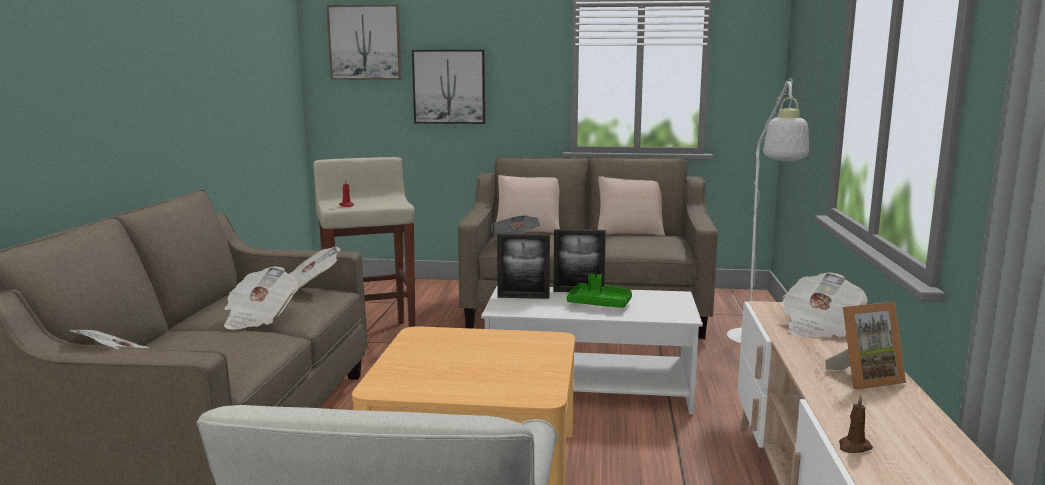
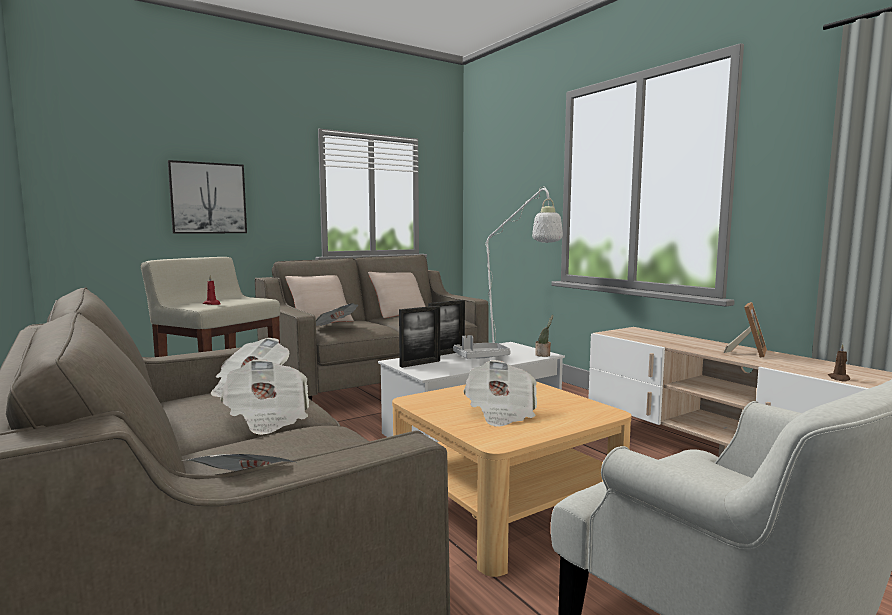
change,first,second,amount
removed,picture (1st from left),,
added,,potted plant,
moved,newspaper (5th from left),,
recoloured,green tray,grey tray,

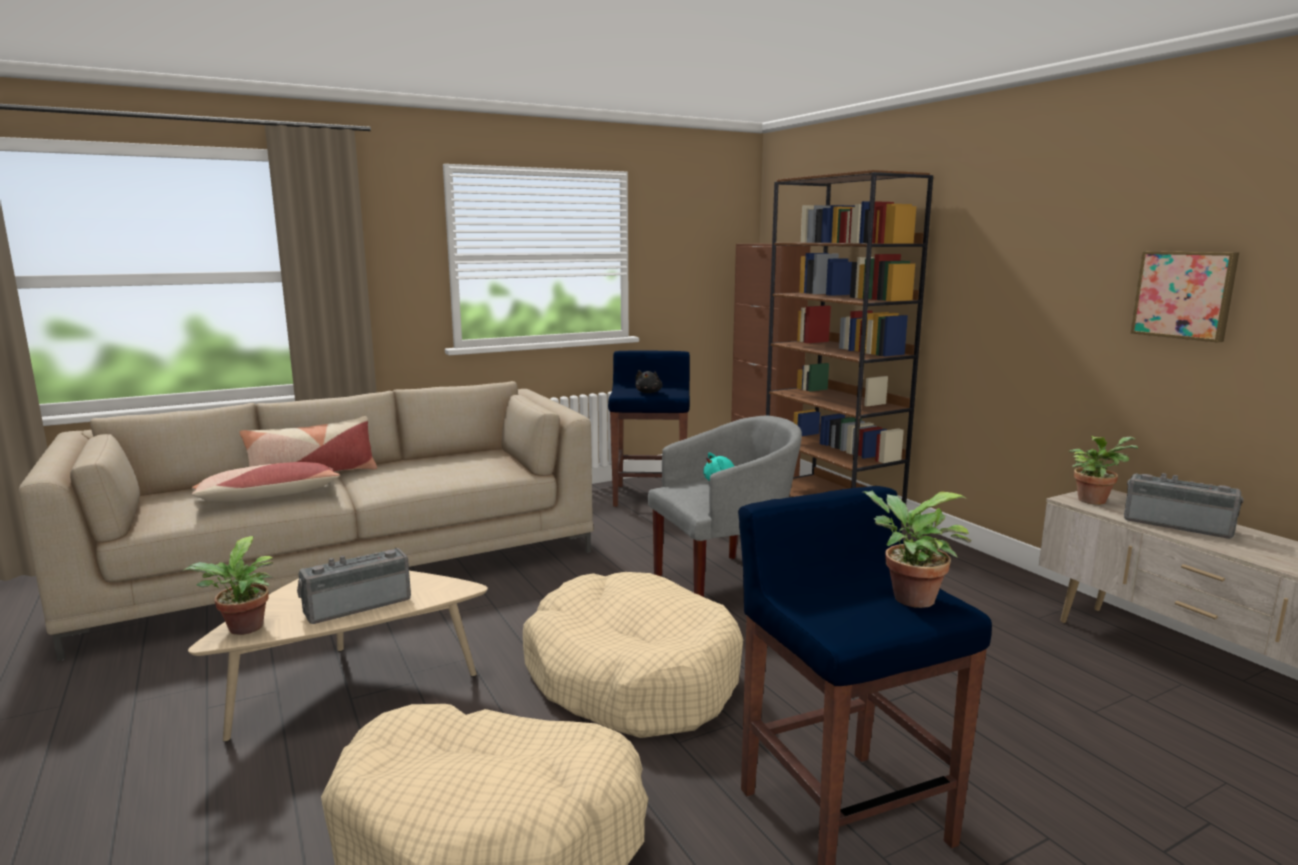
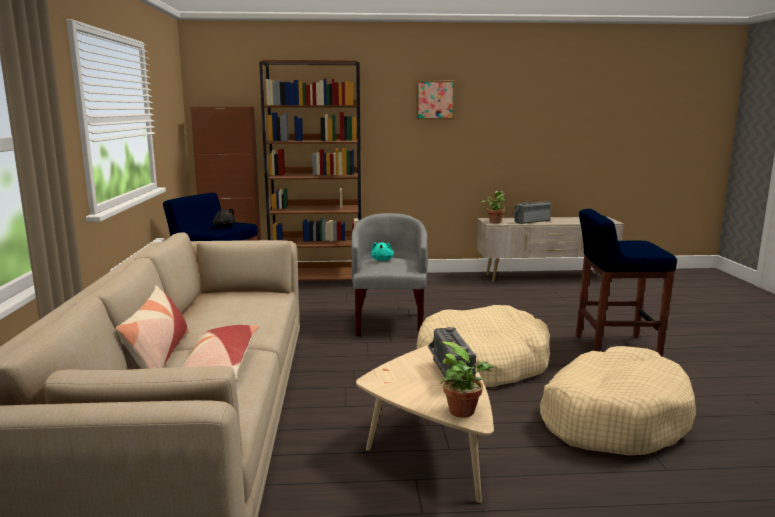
change,first,second,amount
removed,potted plant (2nd from left),,
moved,picture,,

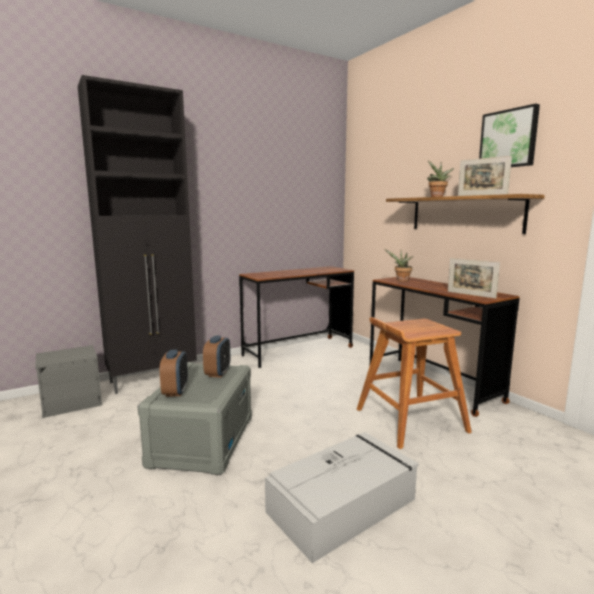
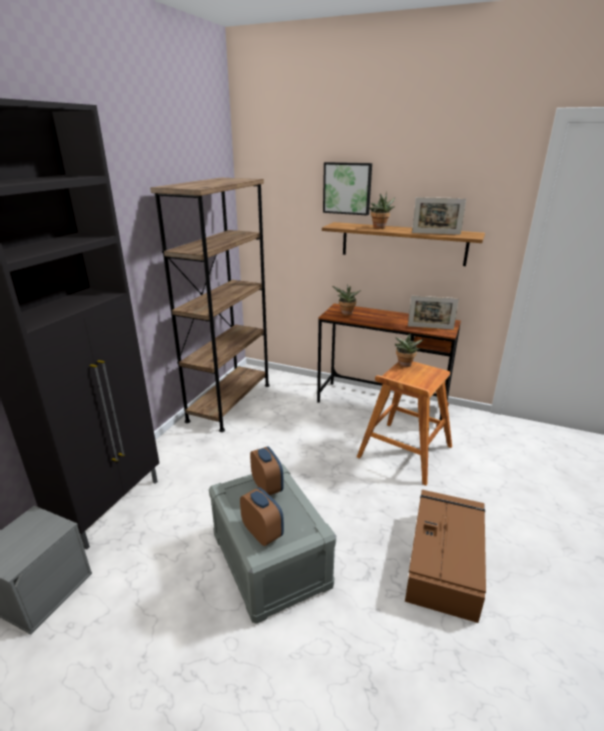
change,first,second,amount
added,,potted plant (3rd from left),
moved,picture,,
replaced,brown desk (1st from left),brown bookcase,
recoloured,grey storage box (3rd from left),brown storage box,

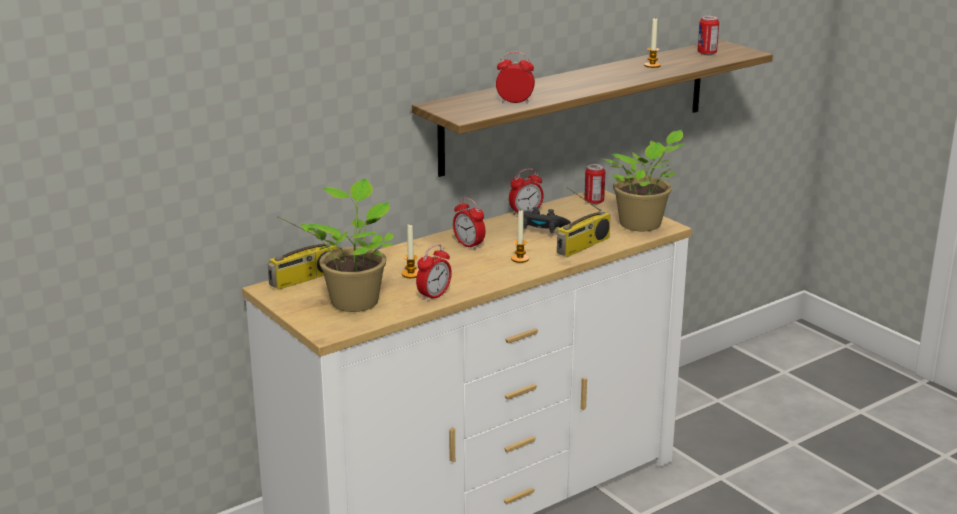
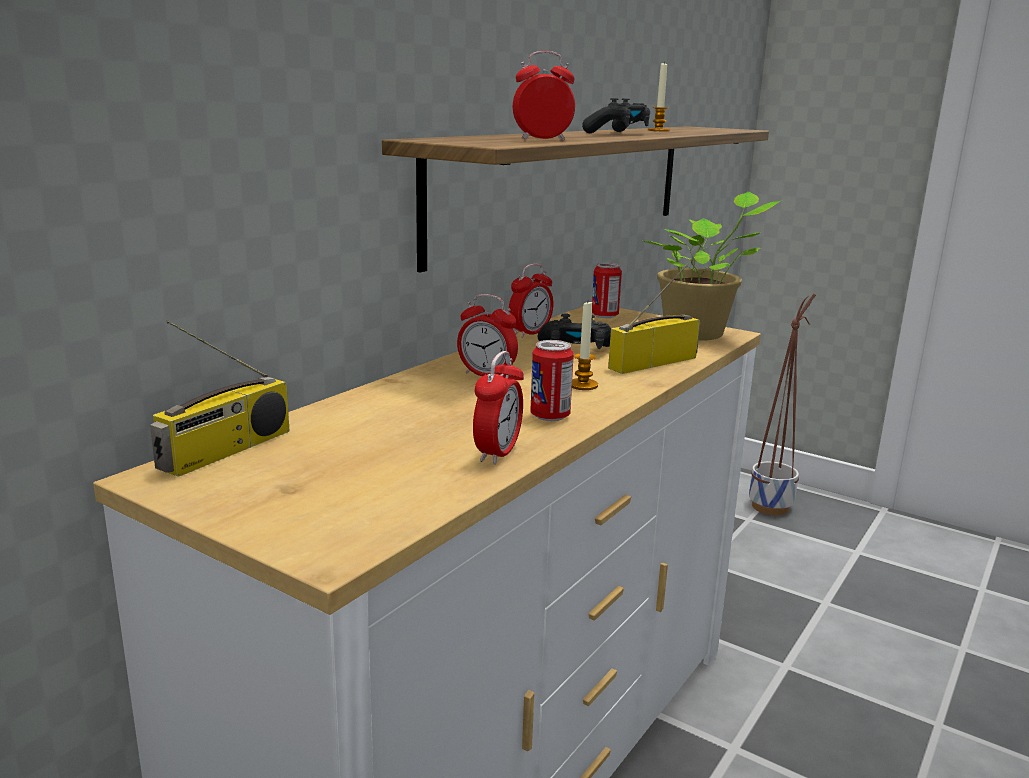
change,first,second,amount
removed,potted plant (1st from left),,
removed,candle (1st from left),,
added,,black game controller (2nd from left),
added,,planter,
moved,can (2nd from left in the first image),can (1st from left),
turned,radio (2nd from left),,150 degrees counterclockwise

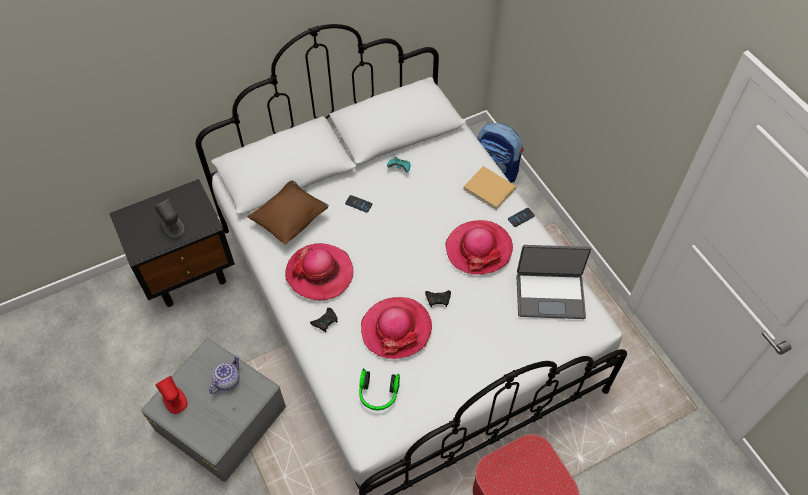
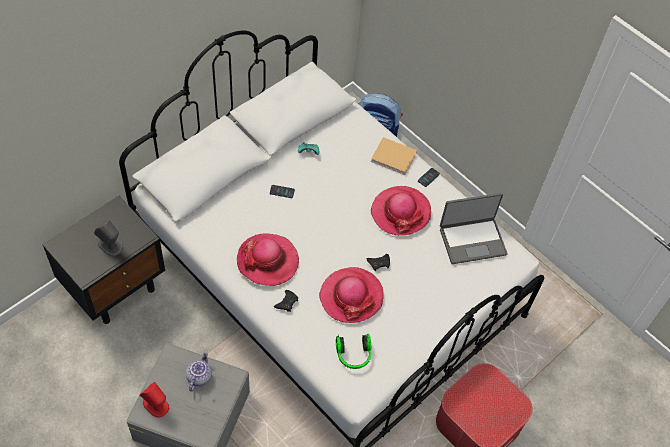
change,first,second,amount
removed,brown pillow,,

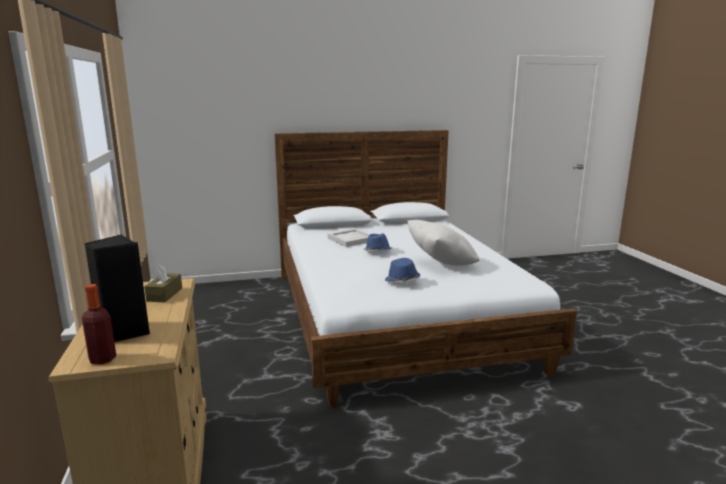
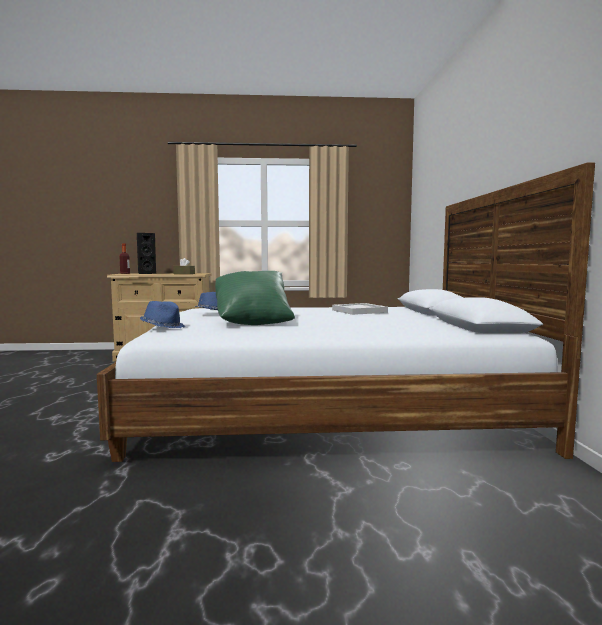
change,first,second,amount
moved,blue hat (1st from left),,
recoloured,white pillow,green pillow,

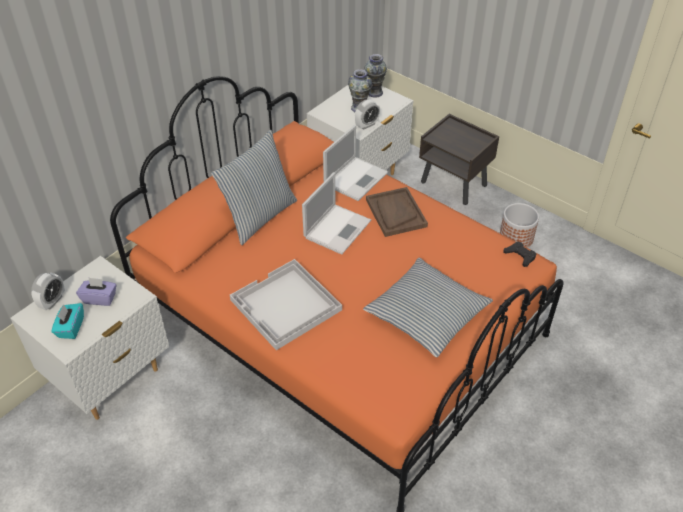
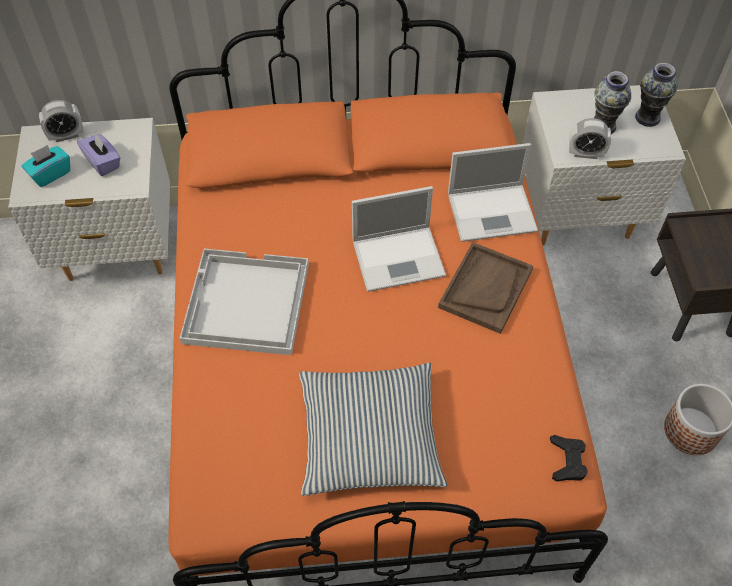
change,first,second,amount
removed,pillow (1st from left),,

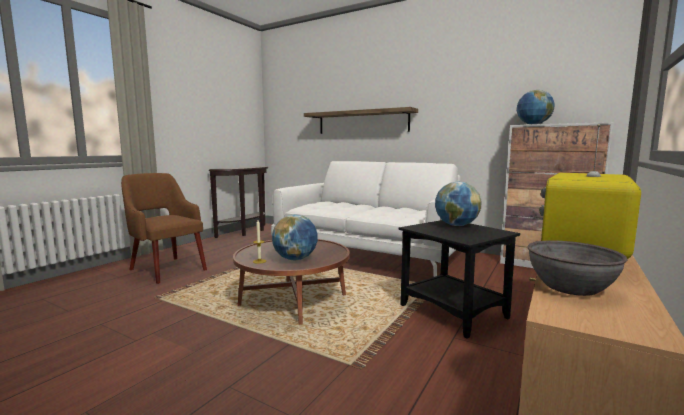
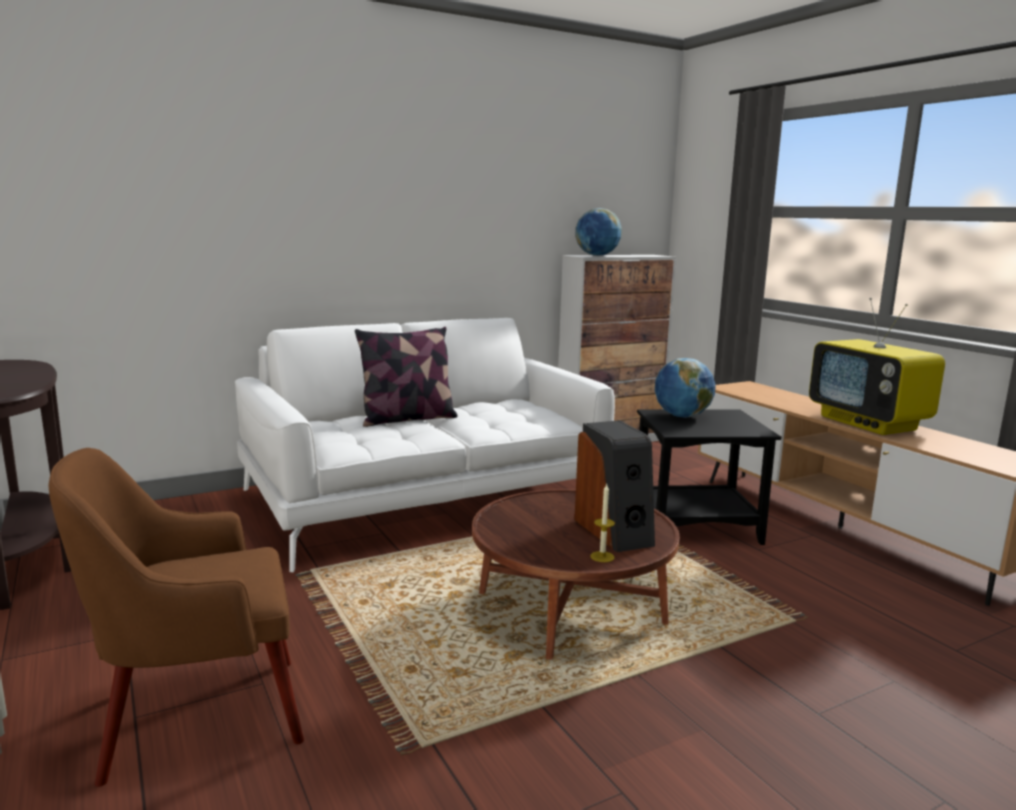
change,first,second,amount
removed,shelf,,
removed,grey bowl,,
added,,pillow,
replaced,globe (1st from left),speaker,

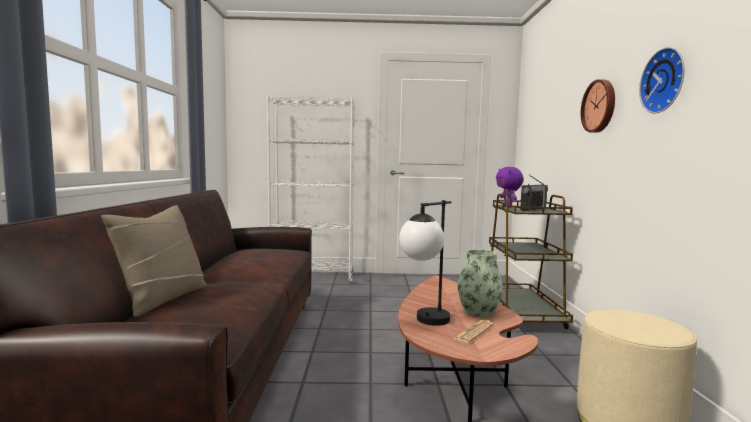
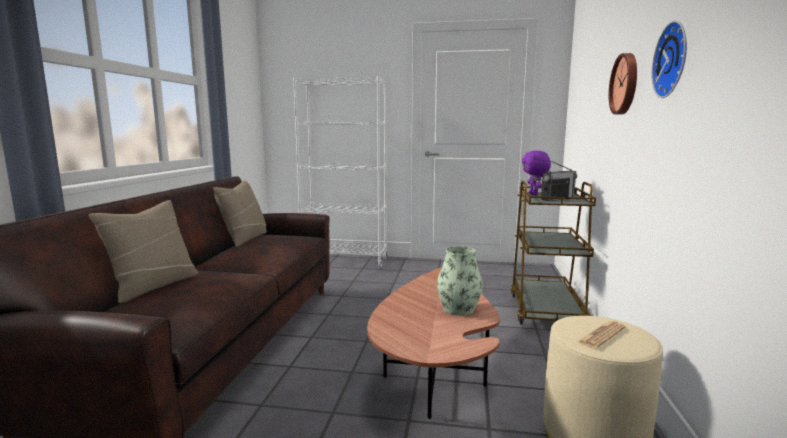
change,first,second,amount
removed,table lamp,,
added,,beige pillow (2nd from left),
moved,newspaper,,

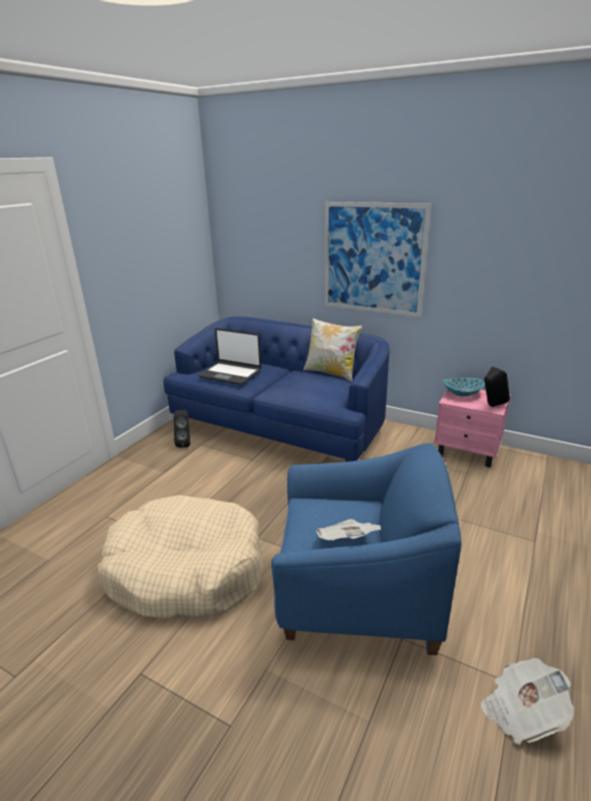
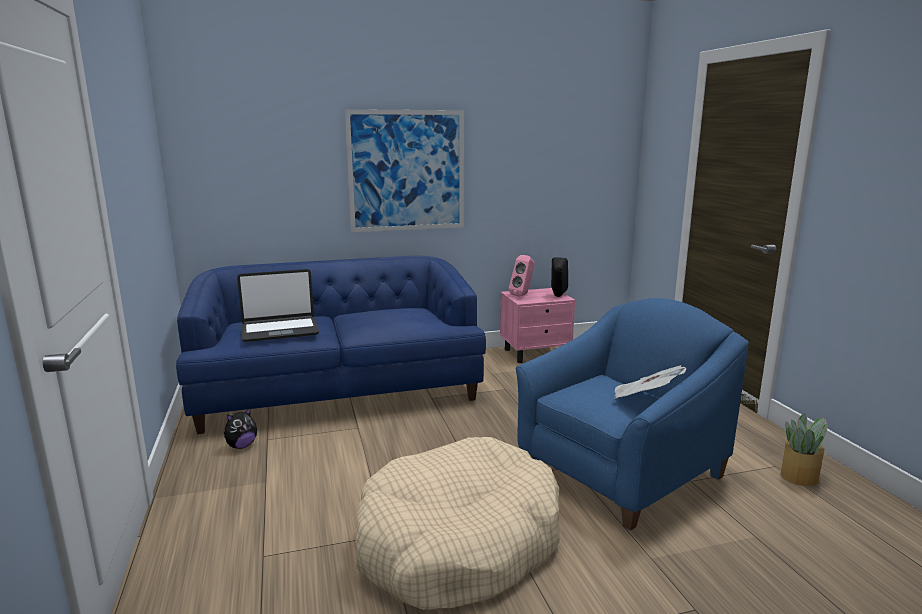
change,first,second,amount
removed,pillow,,
replaced,black speaker (1st from left),plush toy,
replaced,bowl,pink speaker,
replaced,newspaper (2nd from left),potted plant,

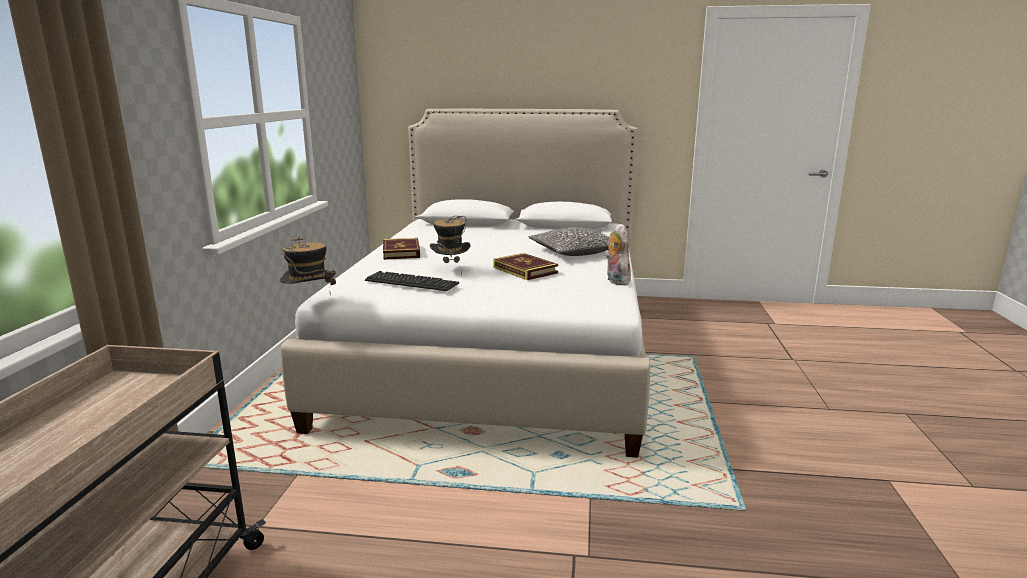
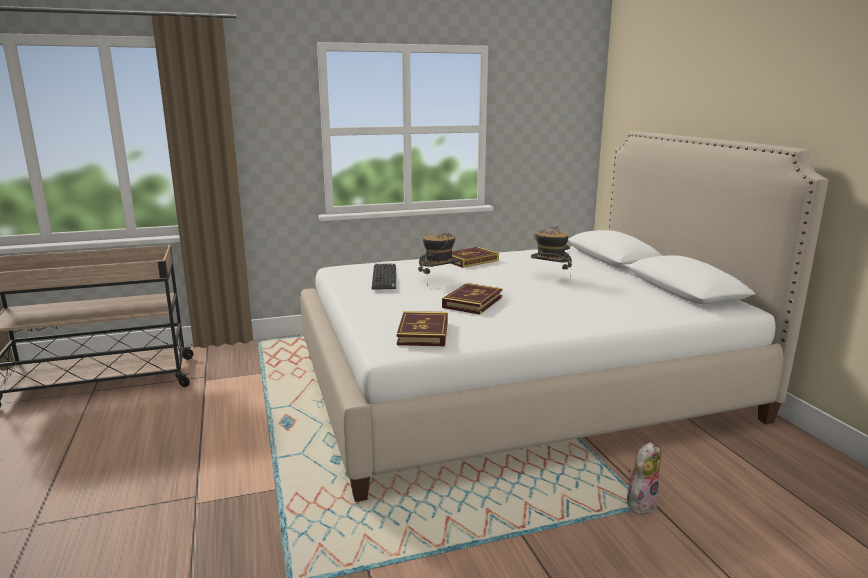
change,first,second,amount
removed,pillow,,
added,,book (1st from left),
moved,hat (1st from left in the first image),hat (2nd from left),
moved,plush toy,,

